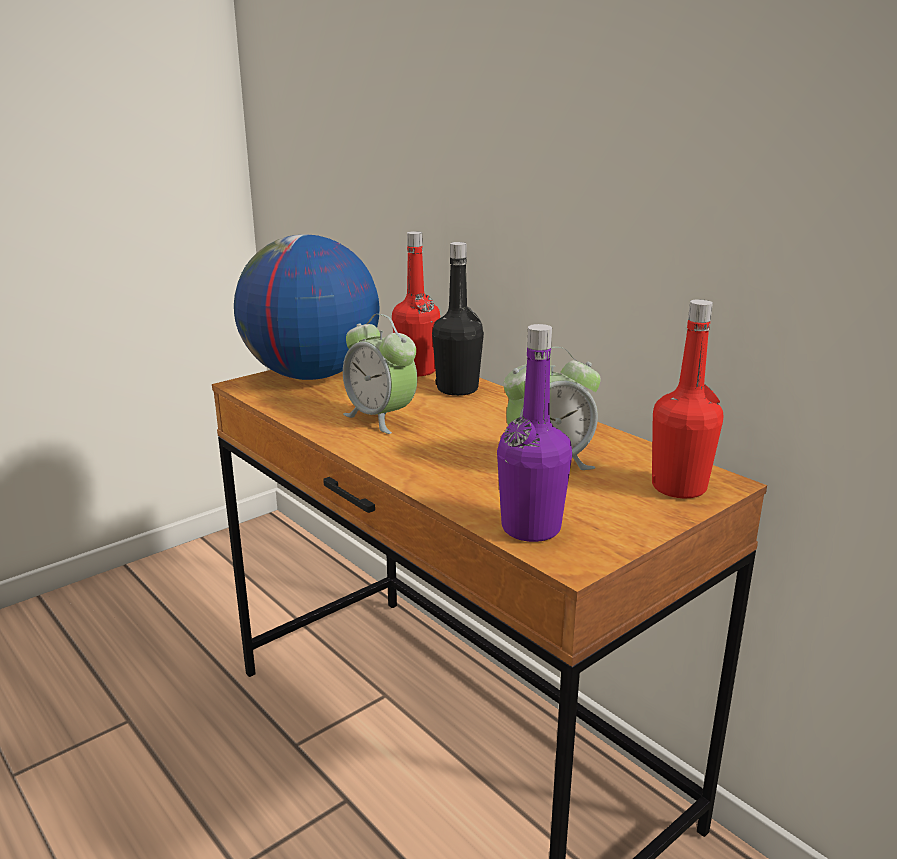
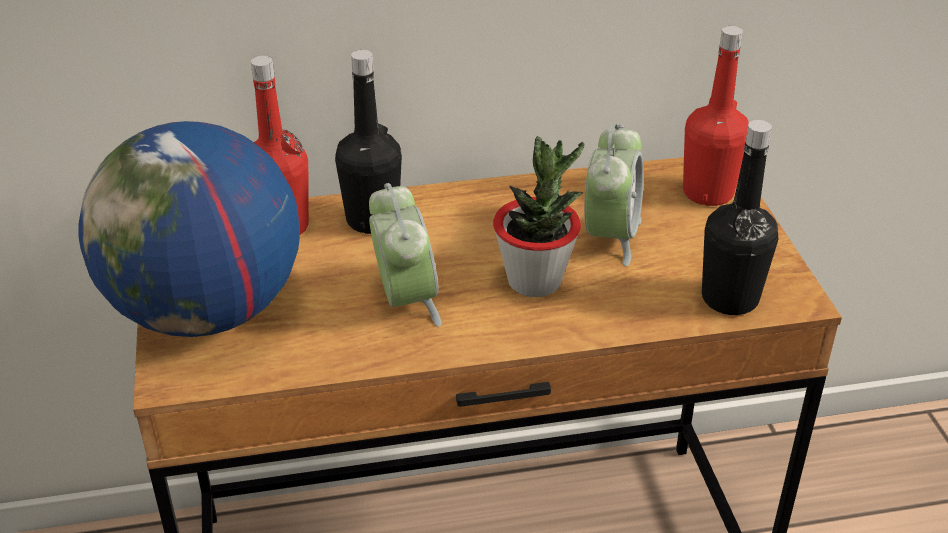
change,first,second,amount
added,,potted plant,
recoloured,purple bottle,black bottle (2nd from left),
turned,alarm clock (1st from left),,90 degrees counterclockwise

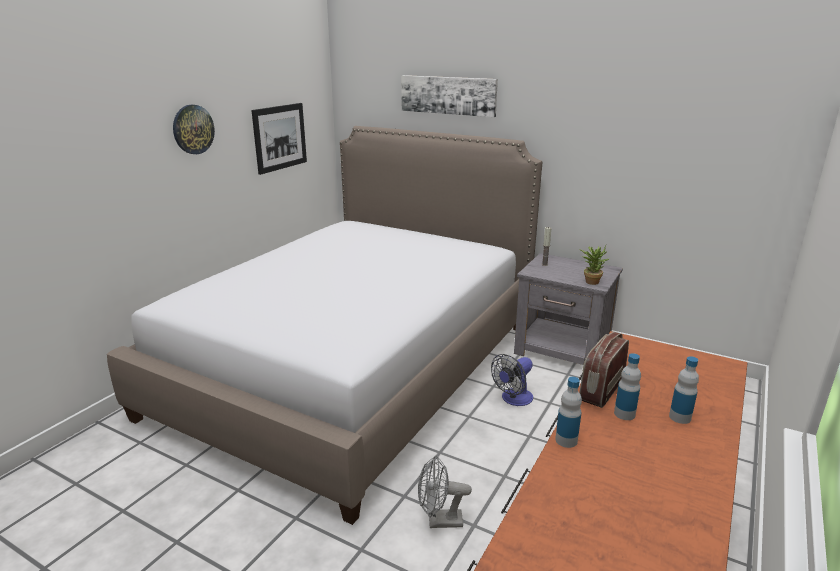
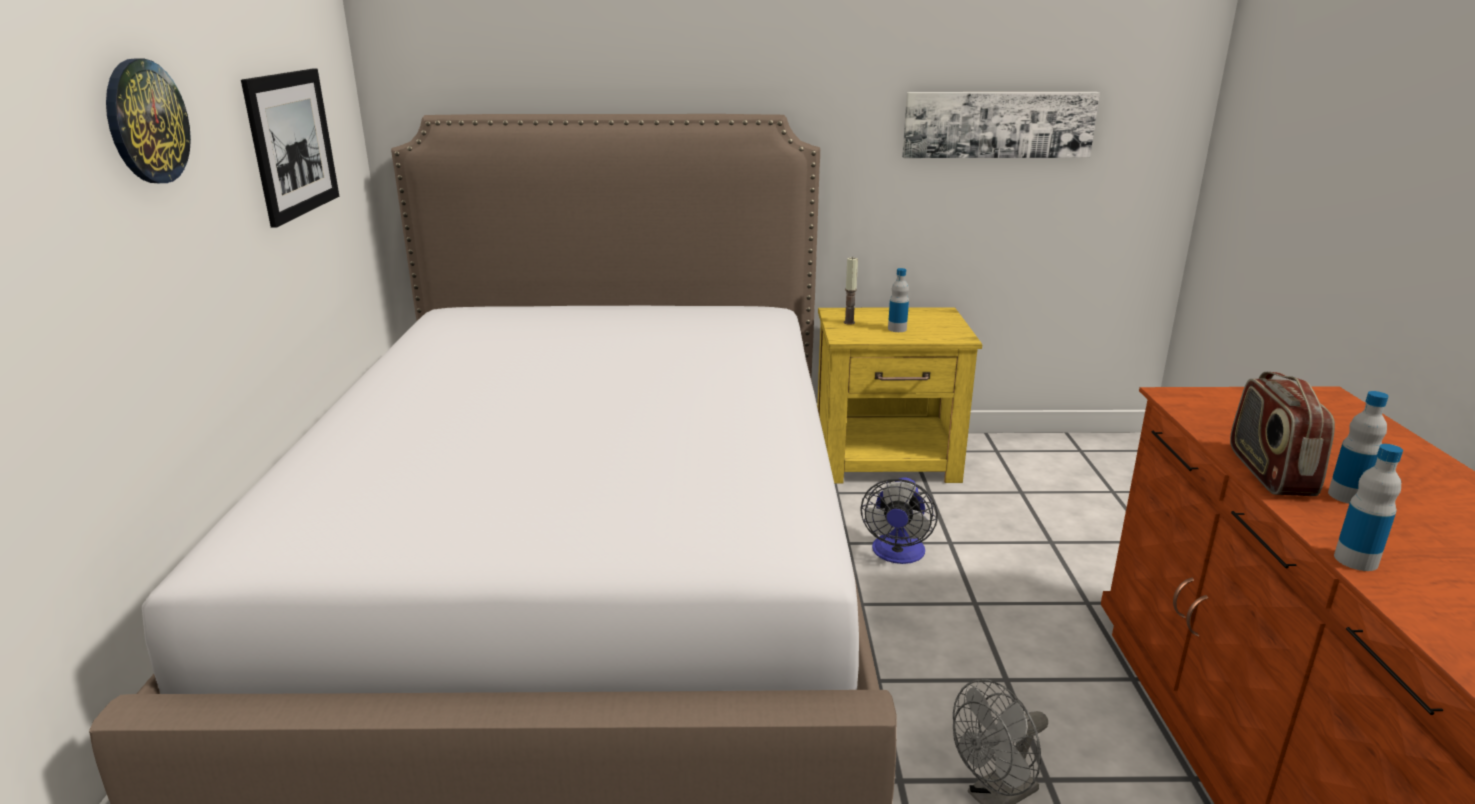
change,first,second,amount
removed,potted plant,,
moved,picture (2nd from left),,
moved,bottle (3rd from left in the first image),bottle (1st from left),
recoloured,grey nightstand,yellow nightstand,

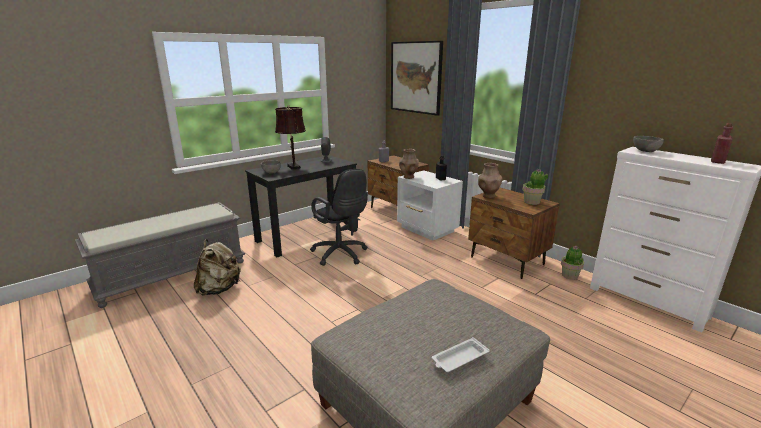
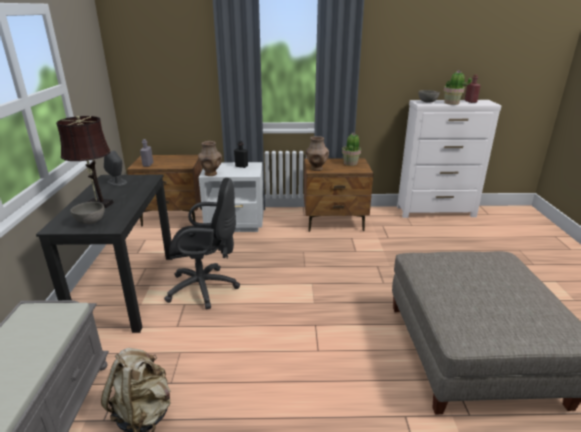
change,first,second,amount
removed,picture,,
removed,white tray,,
moved,potted plant (2nd from left),,

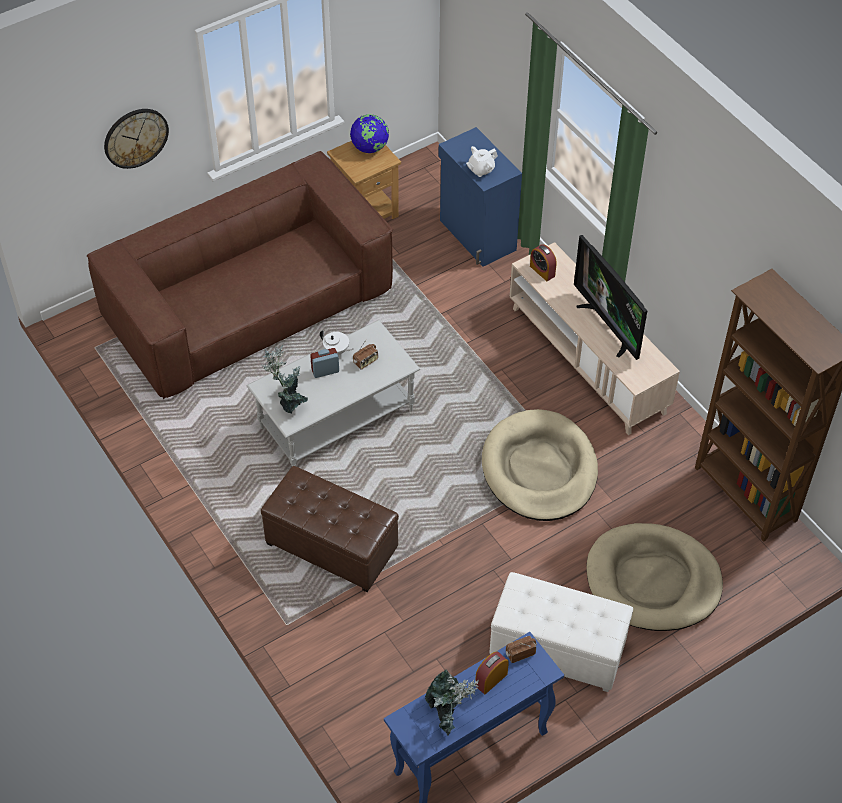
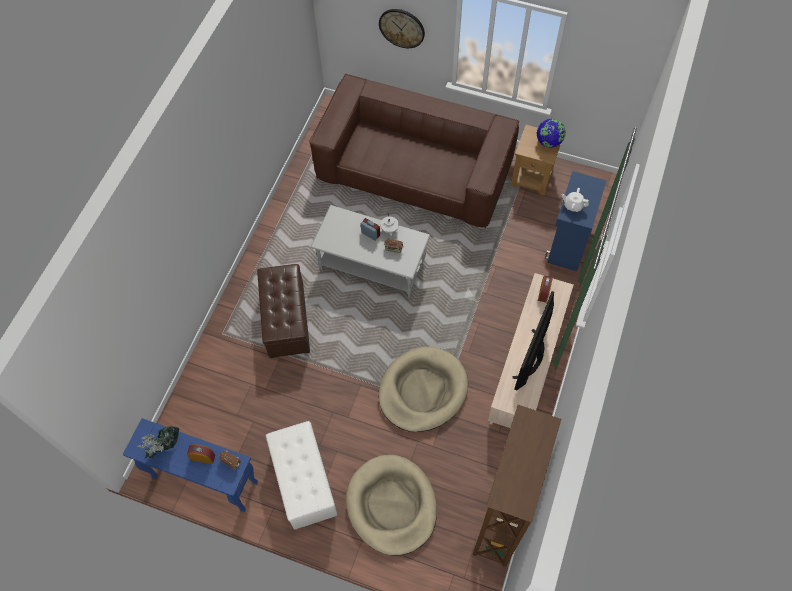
change,first,second,amount
removed,potted plant (1st from left),,

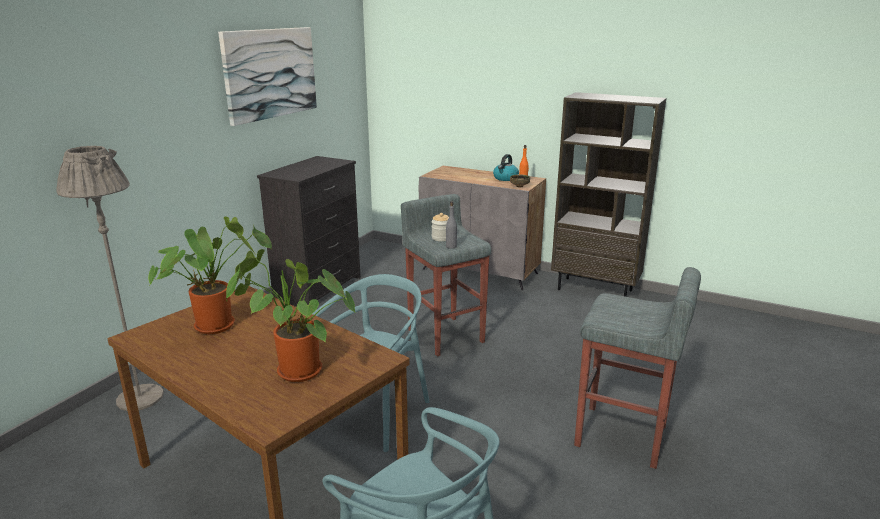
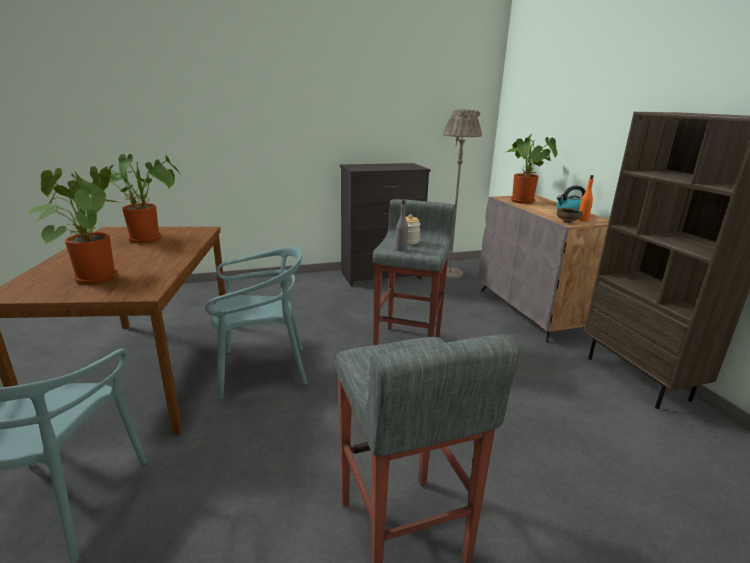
change,first,second,amount
removed,picture,,
added,,potted plant (3rd from left),
moved,grey floor lamp,,

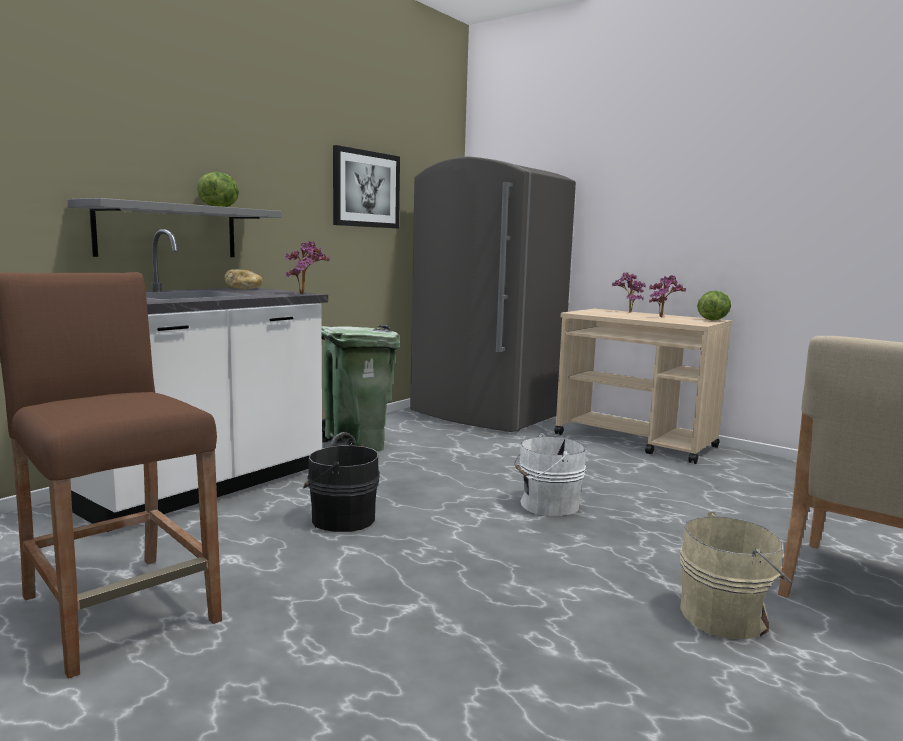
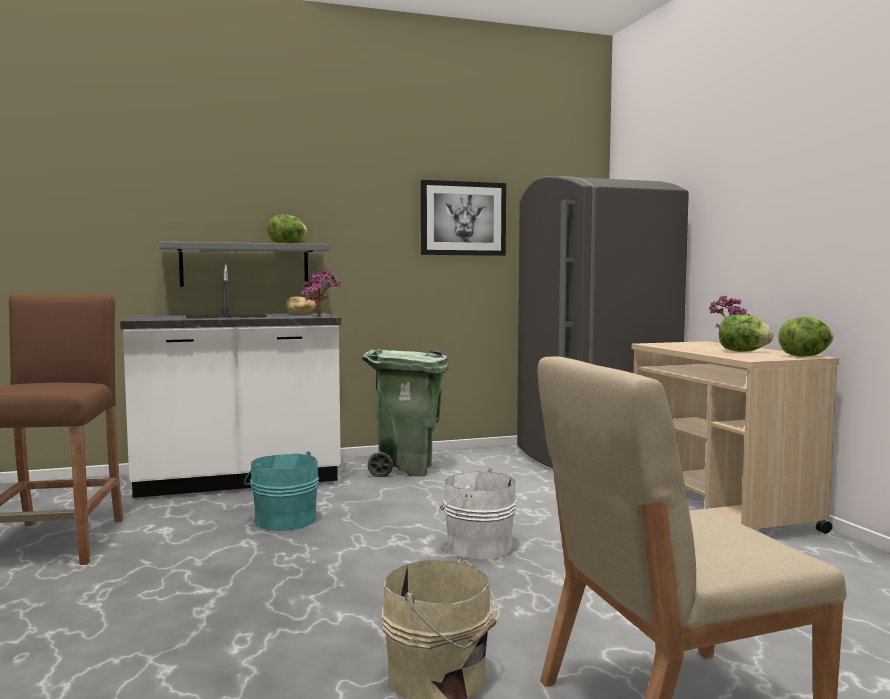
change,first,second,amount
replaced,potted plant (3rd from left),lettuce (2nd from left),
recoloured,black bucket,turquoise bucket,

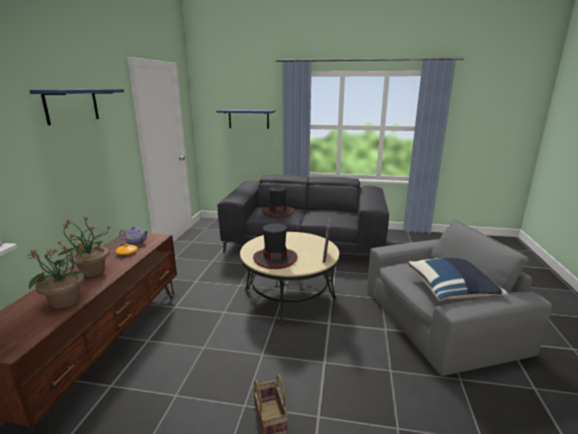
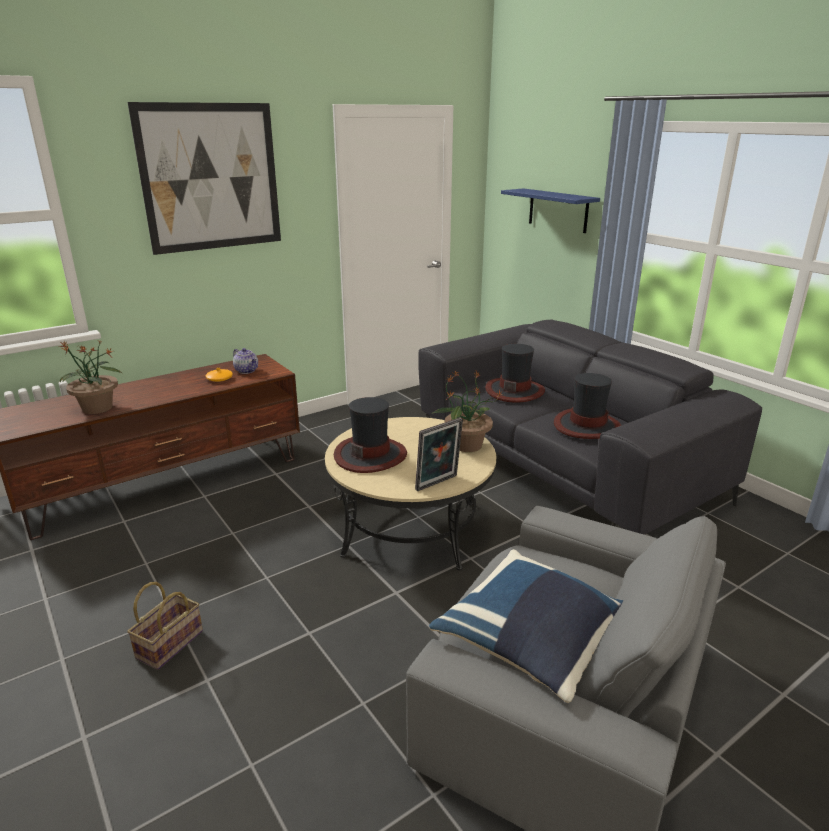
change,first,second,amount
added,,hat (3rd from left),
moved,potted plant (2nd from left),,
replaced,blue shelf (1st from left),picture,

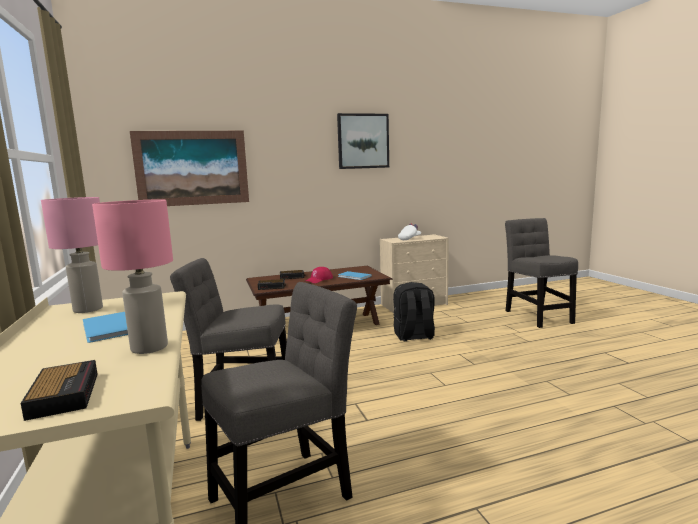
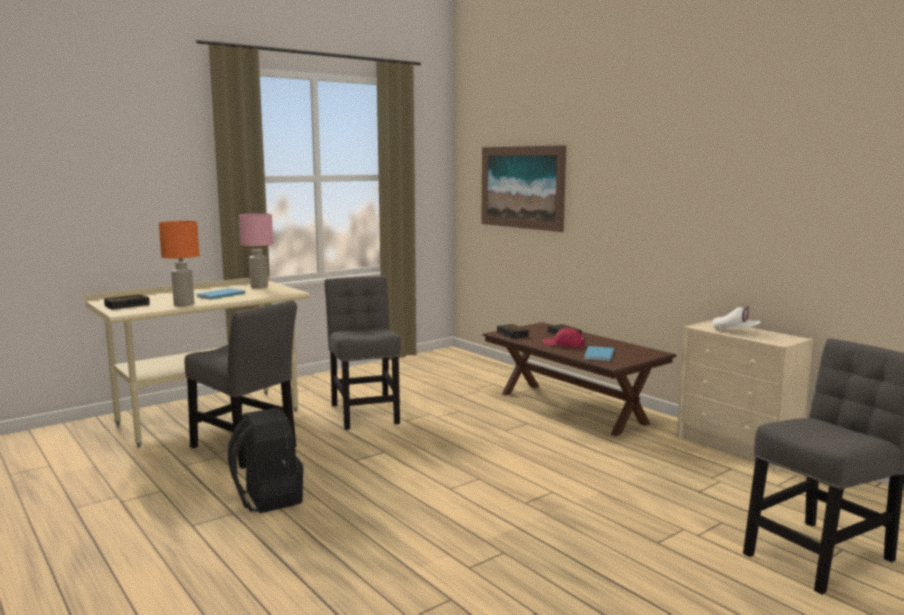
change,first,second,amount
removed,picture (2nd from left),,
moved,black backpack,,
recoloured,pink table lamp (2nd from left),orange table lamp,

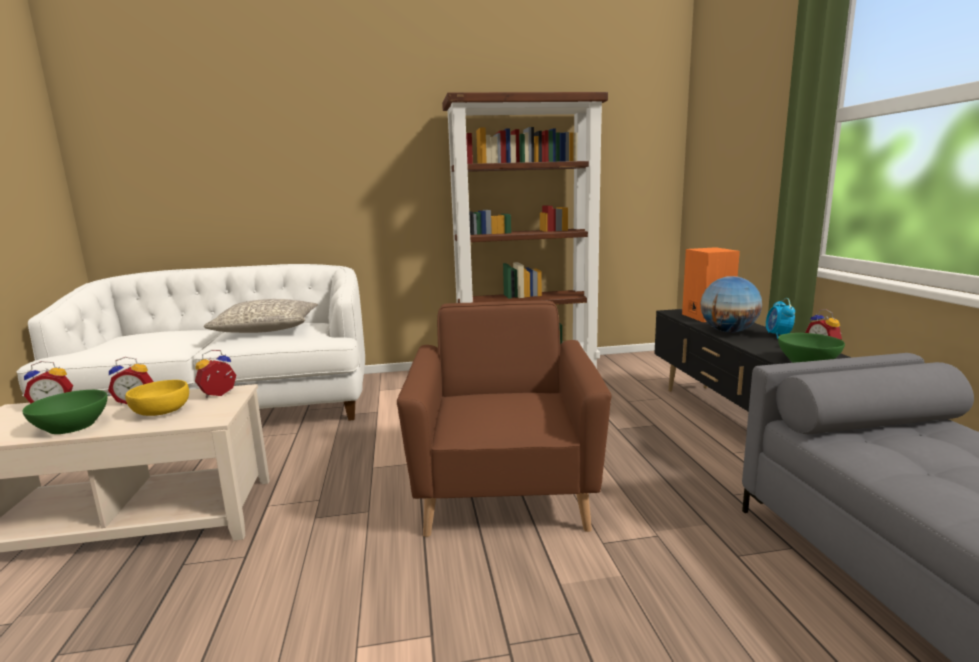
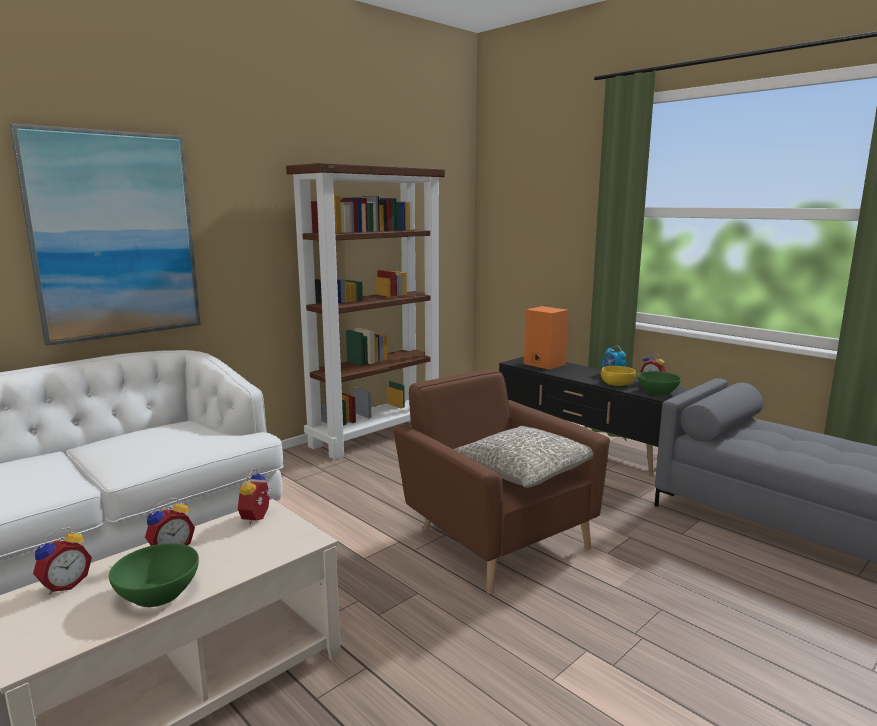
change,first,second,amount
removed,globe,,
added,,picture,
moved,yellow bowl,,
moved,grey pillow,,

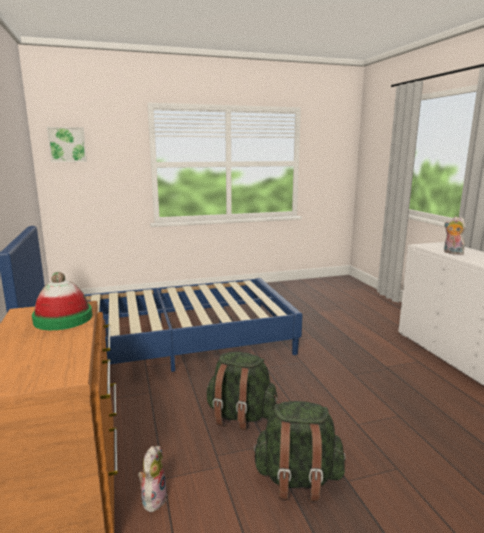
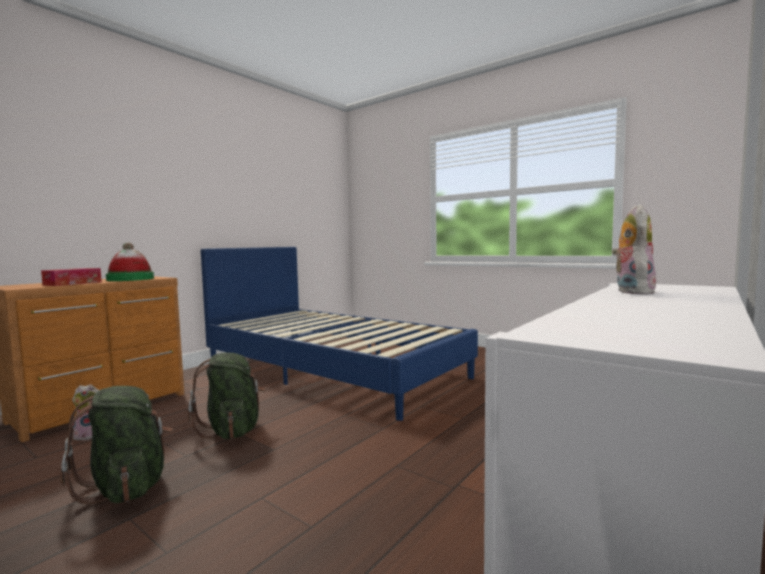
change,first,second,amount
removed,picture,,
added,,tissue box,

